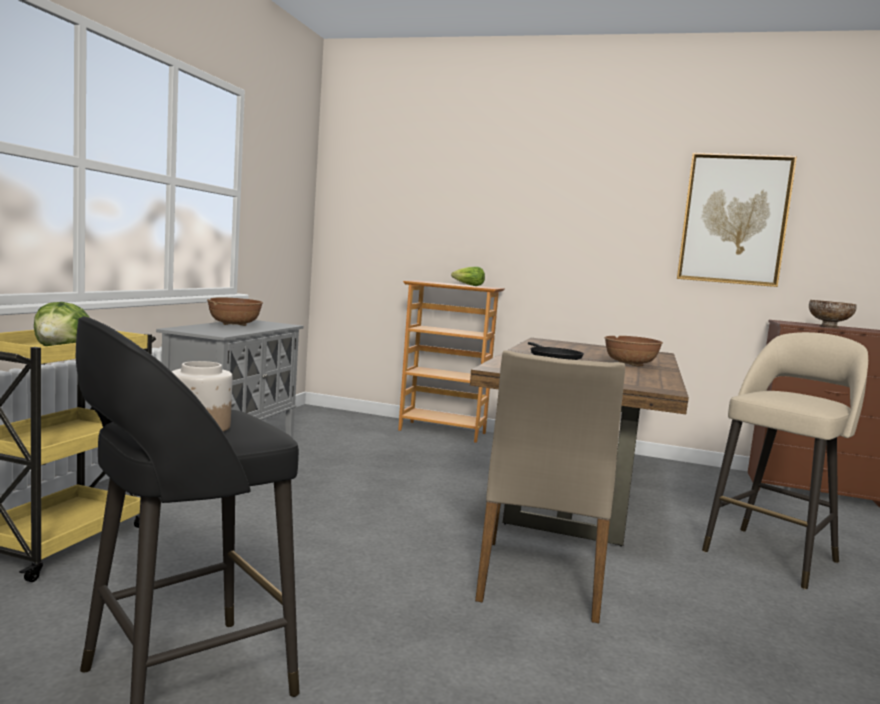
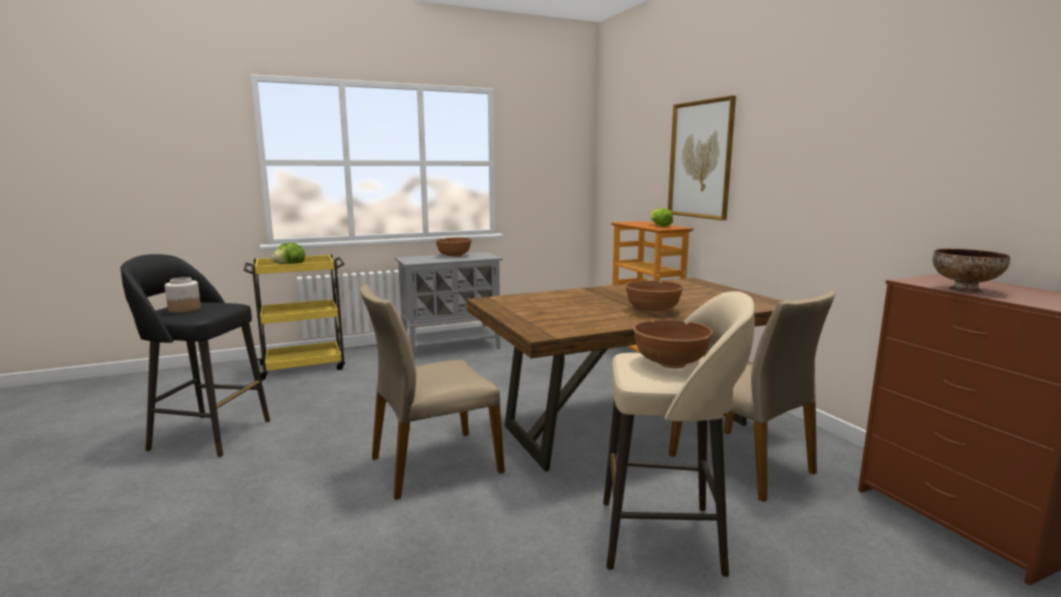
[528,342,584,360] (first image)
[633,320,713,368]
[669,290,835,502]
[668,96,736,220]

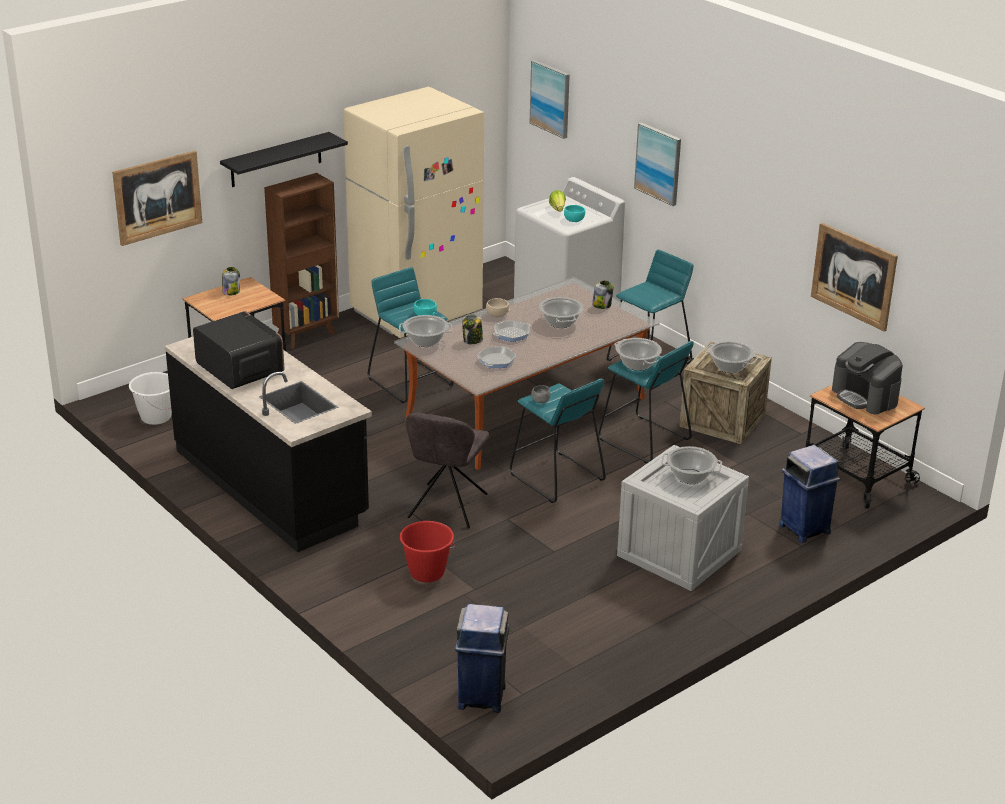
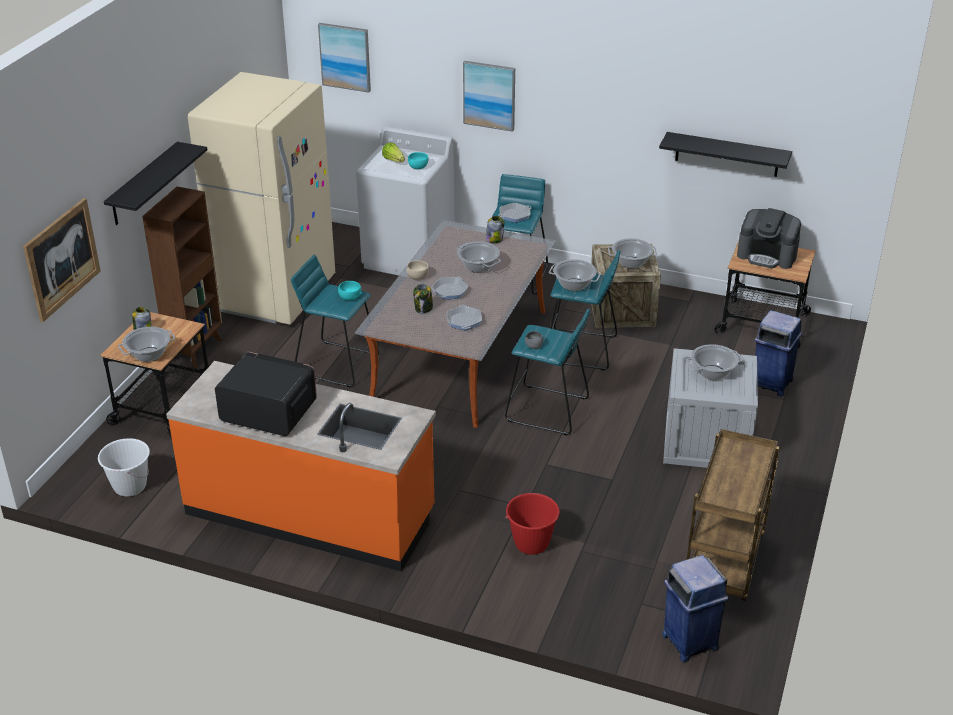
[406,413,489,529] (first image)
[498,203,531,223]
[687,429,779,601]
[118,327,175,362]
[659,132,792,177]
[166,361,436,572]

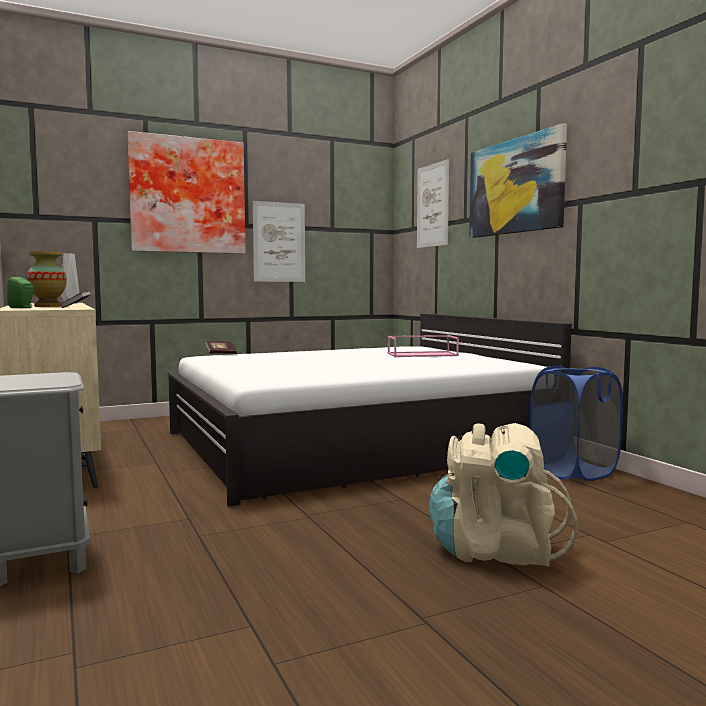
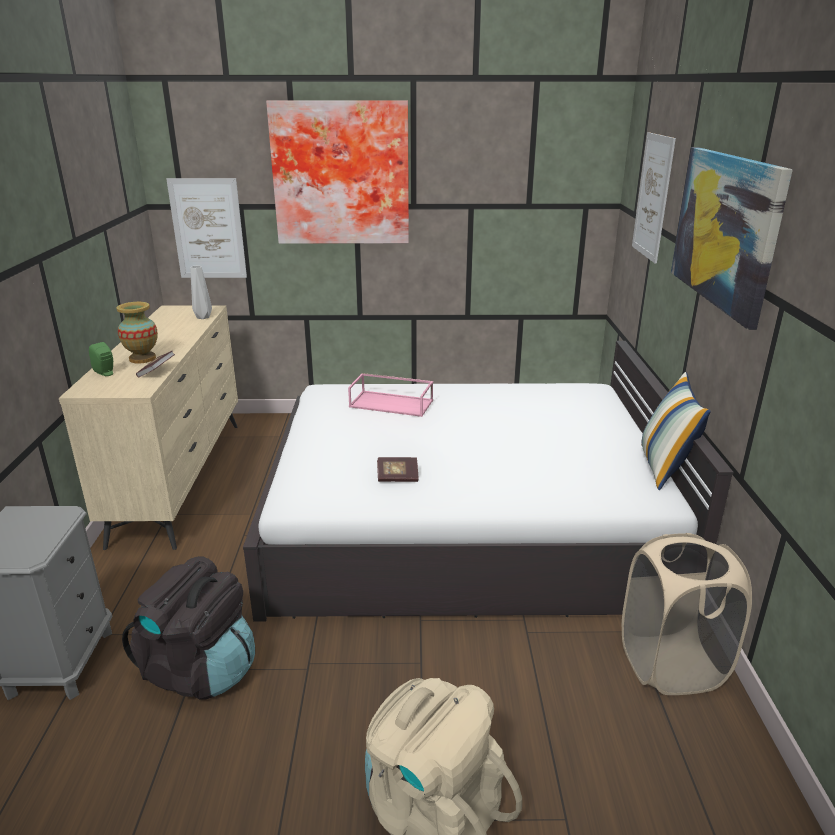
[122,556,255,700]
[641,372,711,490]
[377,457,419,482]
[166,178,247,278]
[348,373,433,417]
[622,533,752,695]

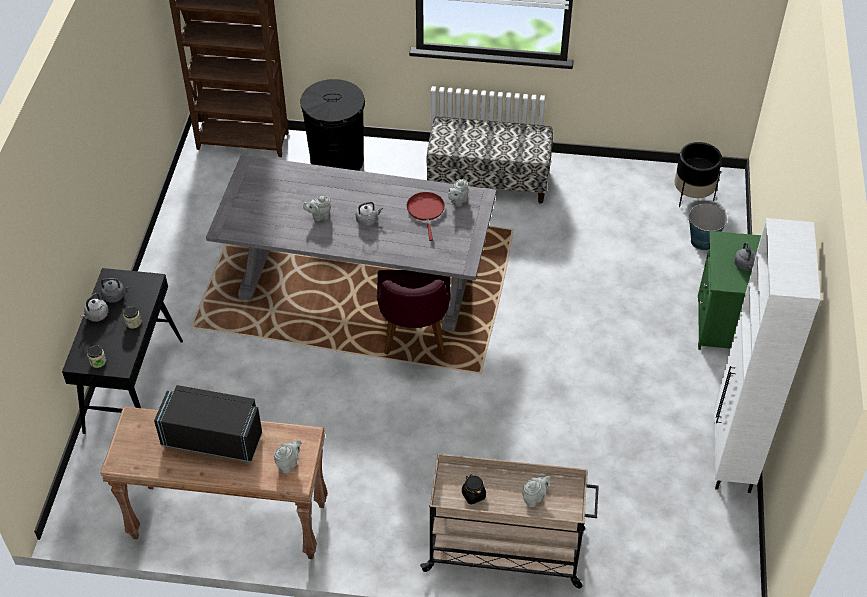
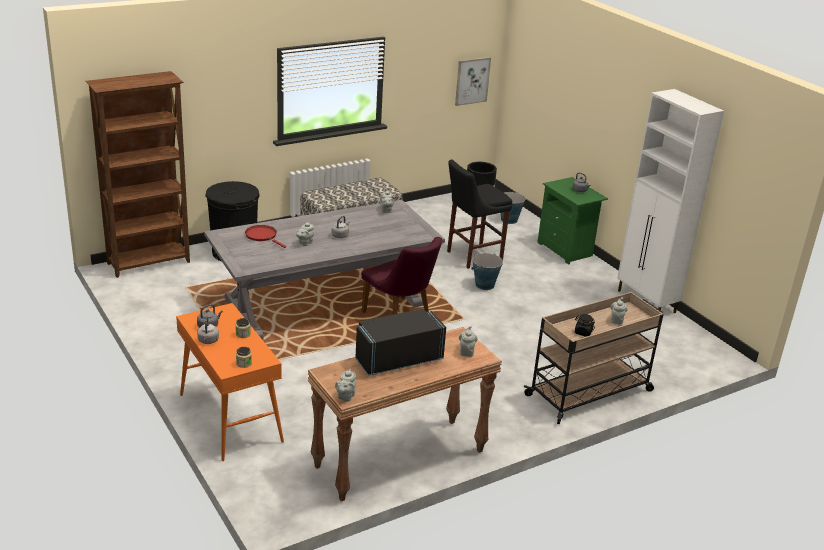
[335,369,356,402]
[447,160,512,269]
[455,57,491,106]
[471,253,503,290]
[245,225,286,248]
[176,303,284,461]

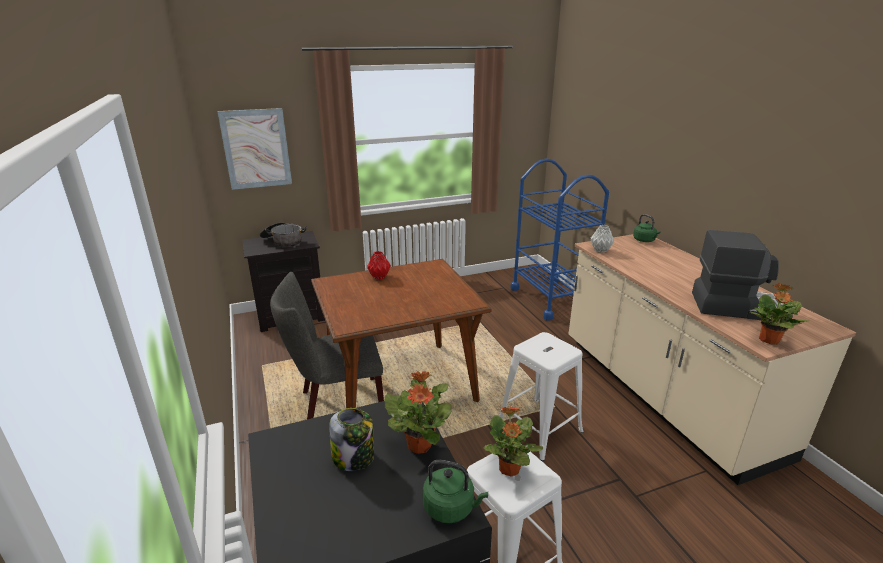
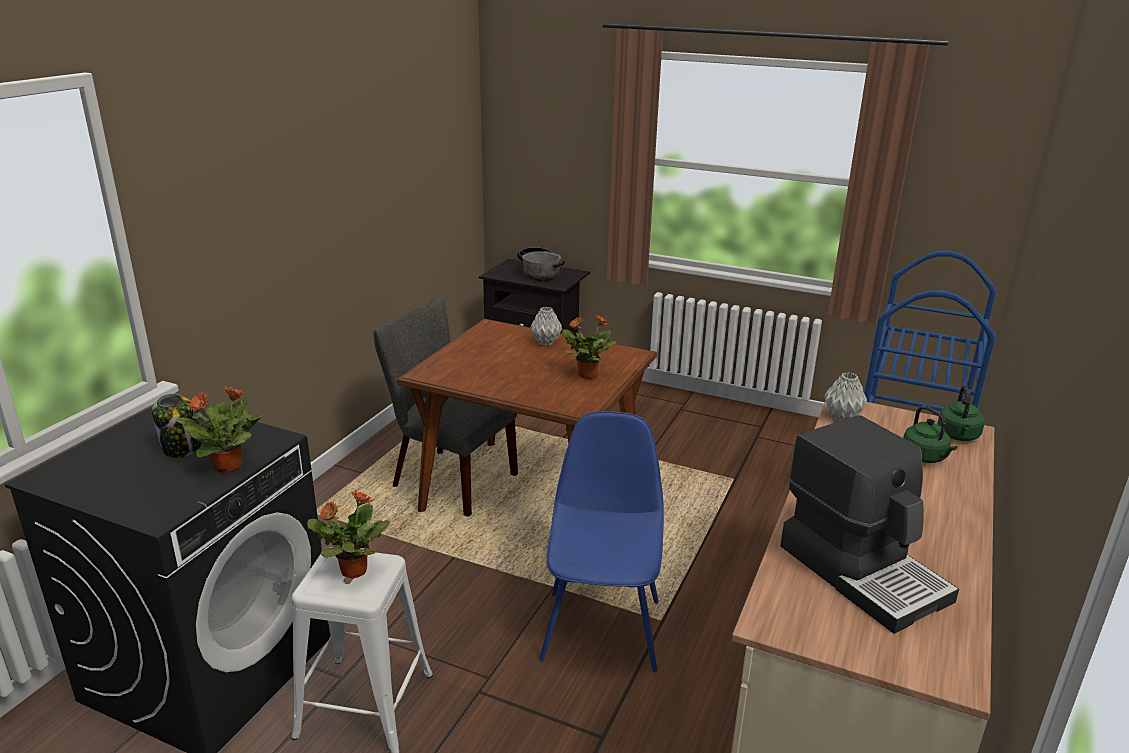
[217,108,292,190] (first image)
[903,406,957,463]
[562,314,617,379]
[539,411,664,672]
[530,307,562,346]

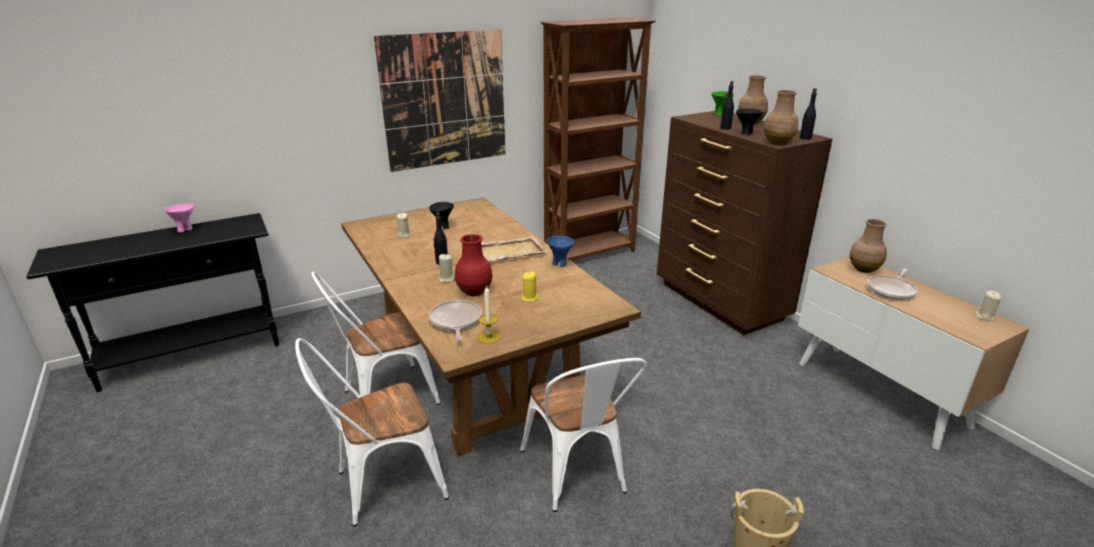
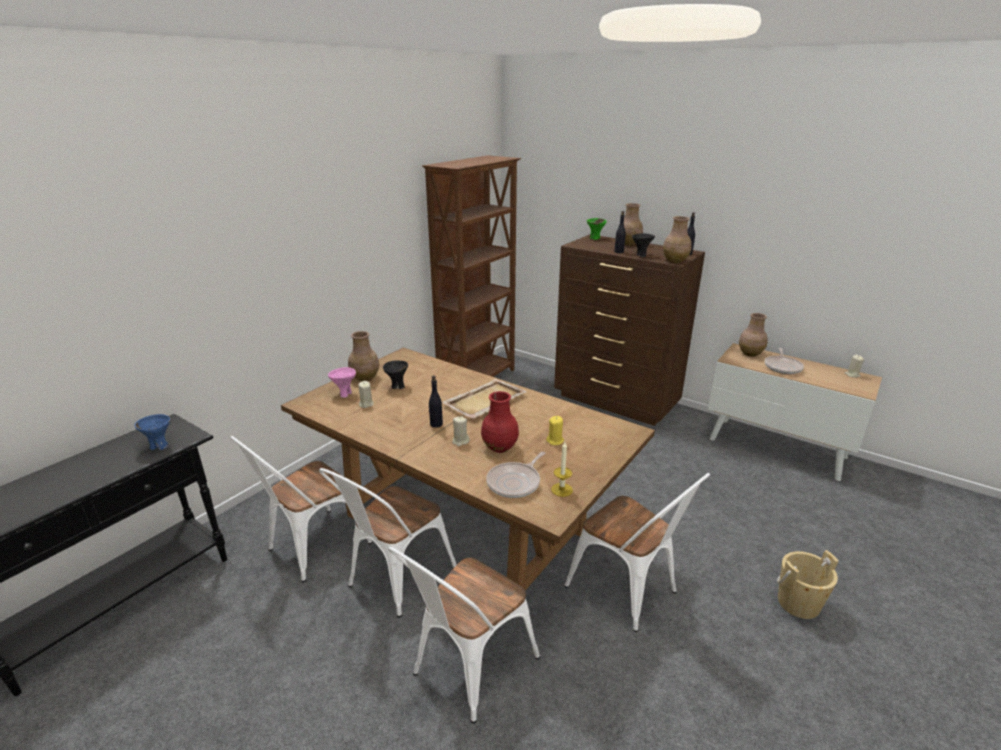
[374,29,505,172] (first image)
[230,436,372,582]
[348,331,379,381]
[328,367,356,398]
[134,414,170,450]
[486,452,545,498]

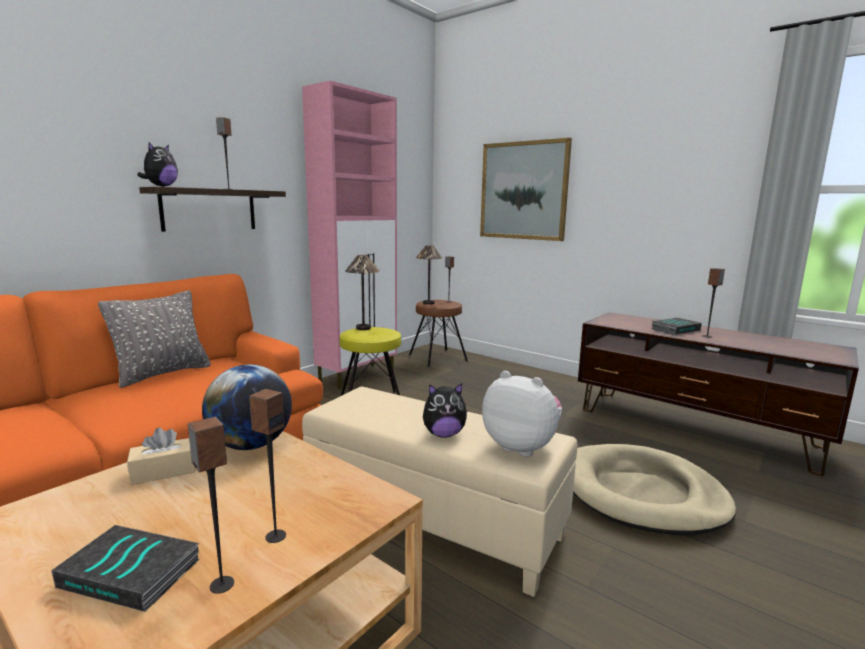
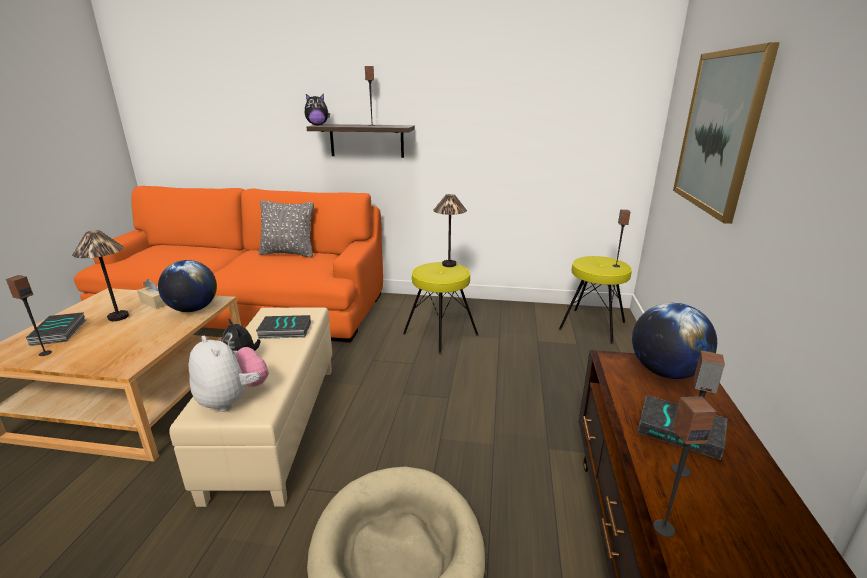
[302,81,397,390] (first image)
[256,315,311,339]
[632,302,717,379]
[653,396,717,537]
[72,230,129,321]
[559,256,632,344]
[189,336,269,412]

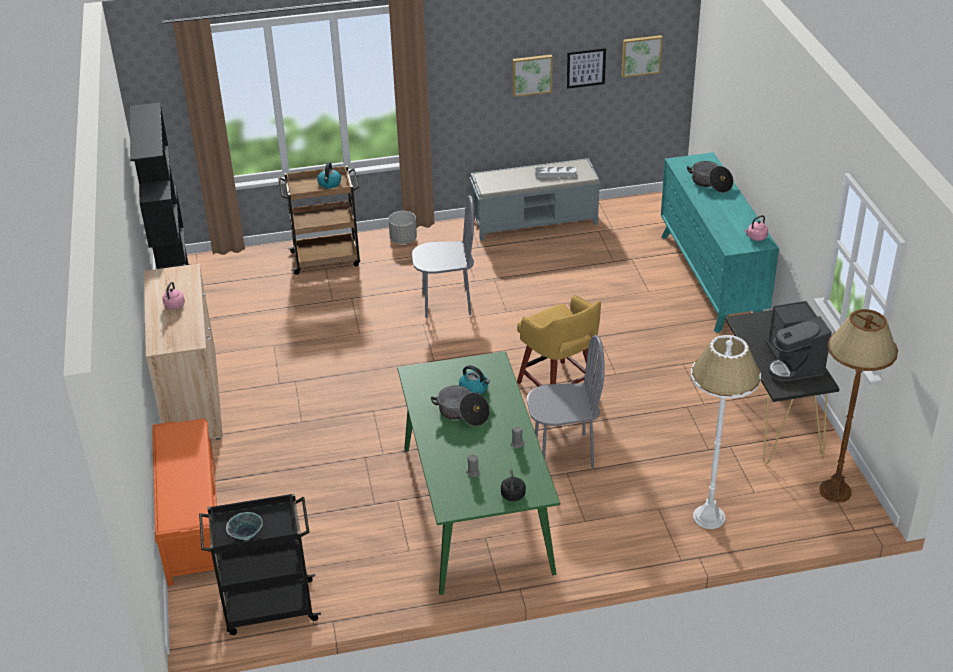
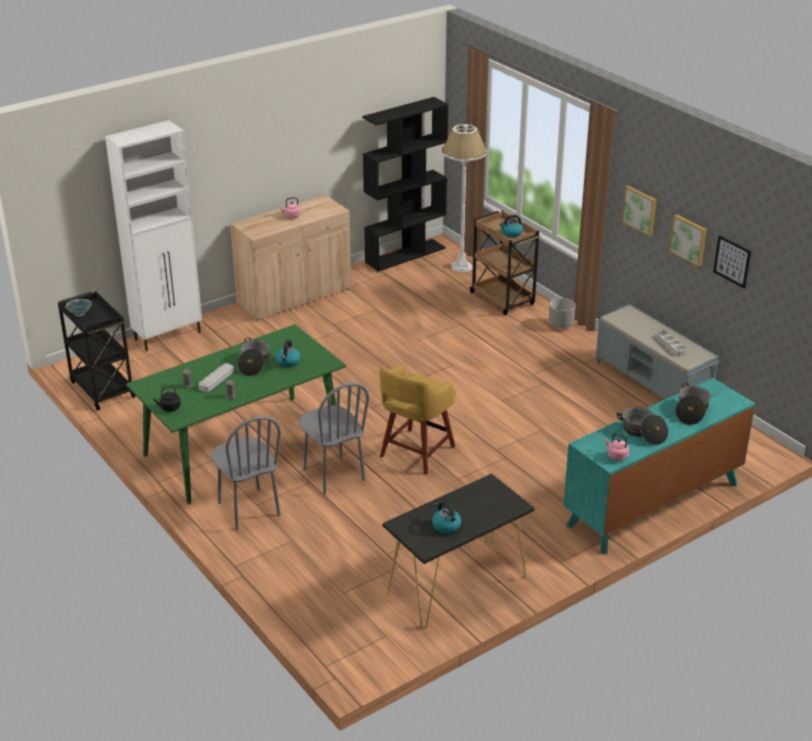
[819,309,898,503] (first image)
[198,363,234,392]
[616,407,669,445]
[211,416,281,531]
[622,186,657,236]
[442,124,487,272]
[105,120,202,351]
[432,502,461,534]

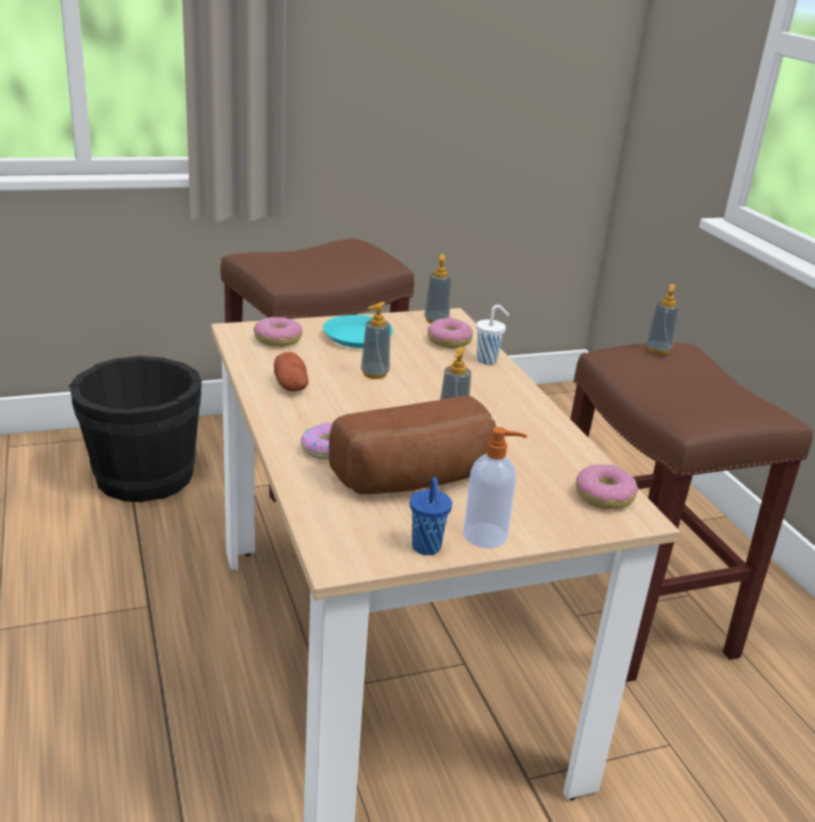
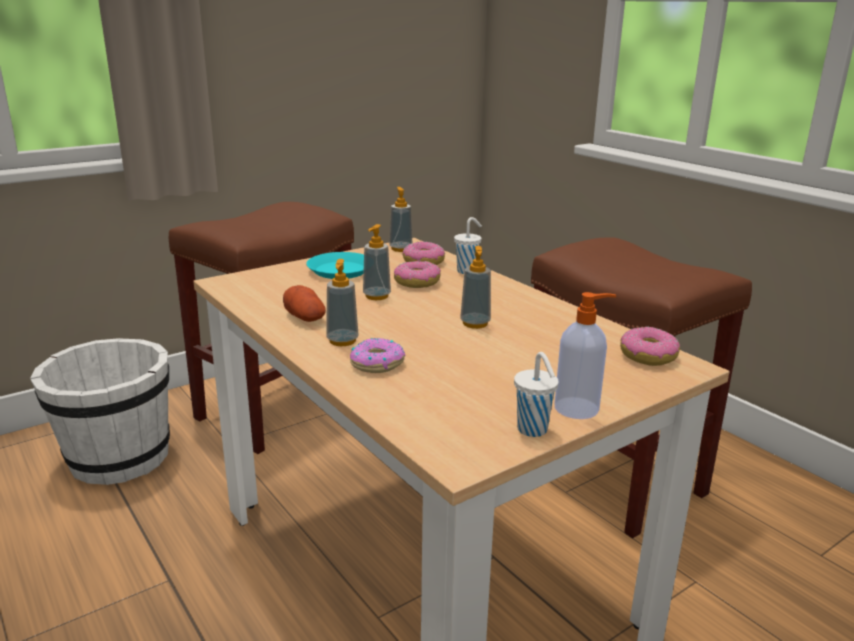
[329,396,496,495] (first image)
[394,261,441,288]
[326,259,359,346]
[30,338,170,485]
[514,352,559,437]

